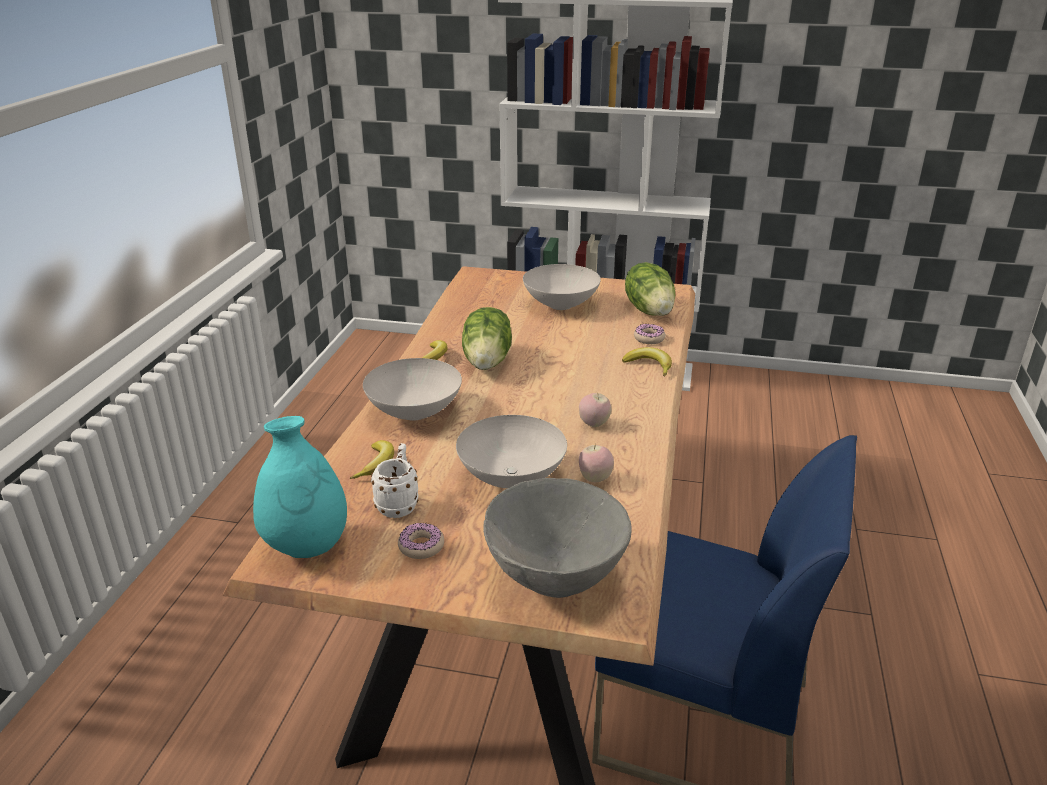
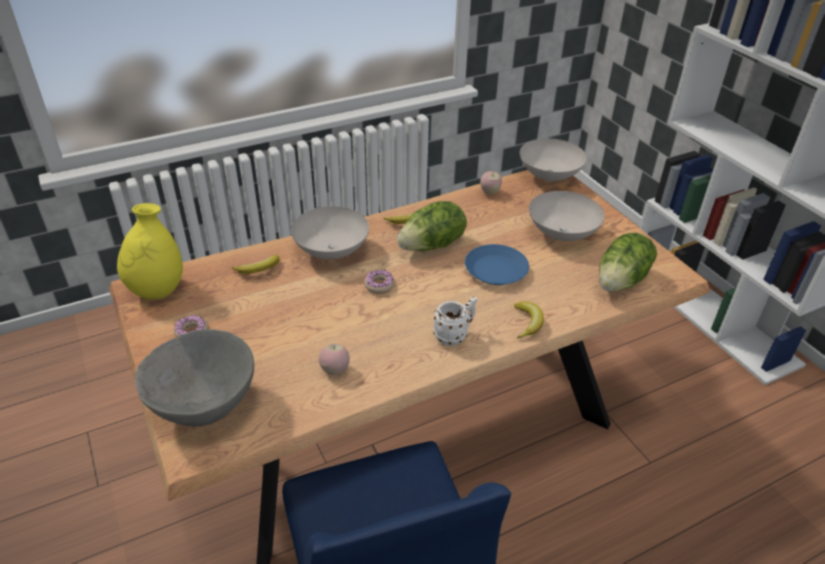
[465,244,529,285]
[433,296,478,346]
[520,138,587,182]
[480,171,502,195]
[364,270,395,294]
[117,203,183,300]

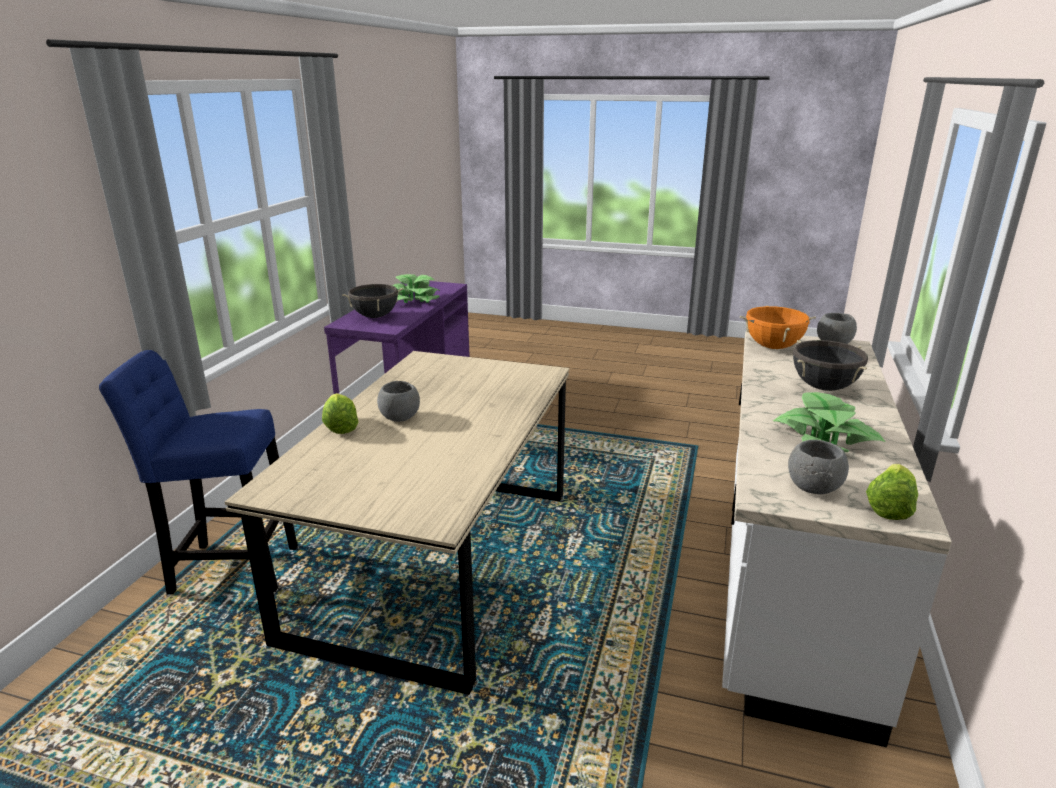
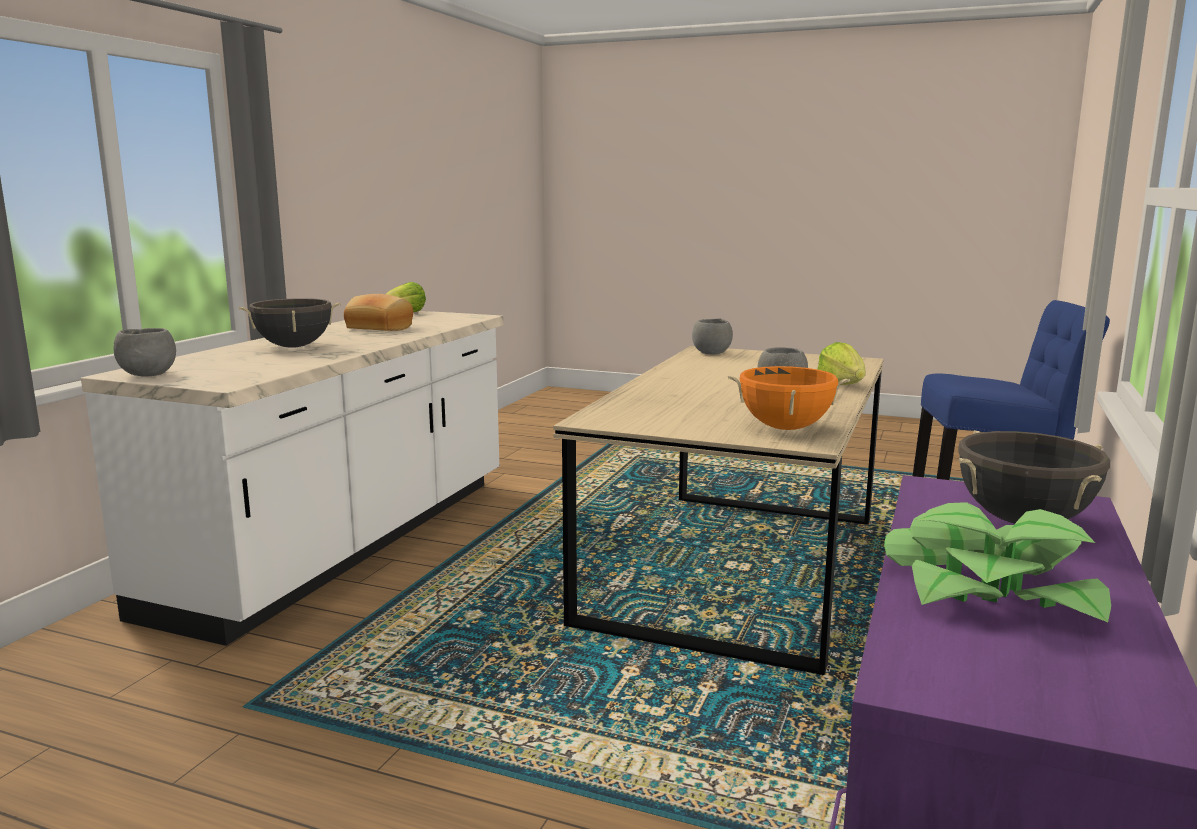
[728,366,850,430]
[692,318,733,355]
[344,294,413,331]

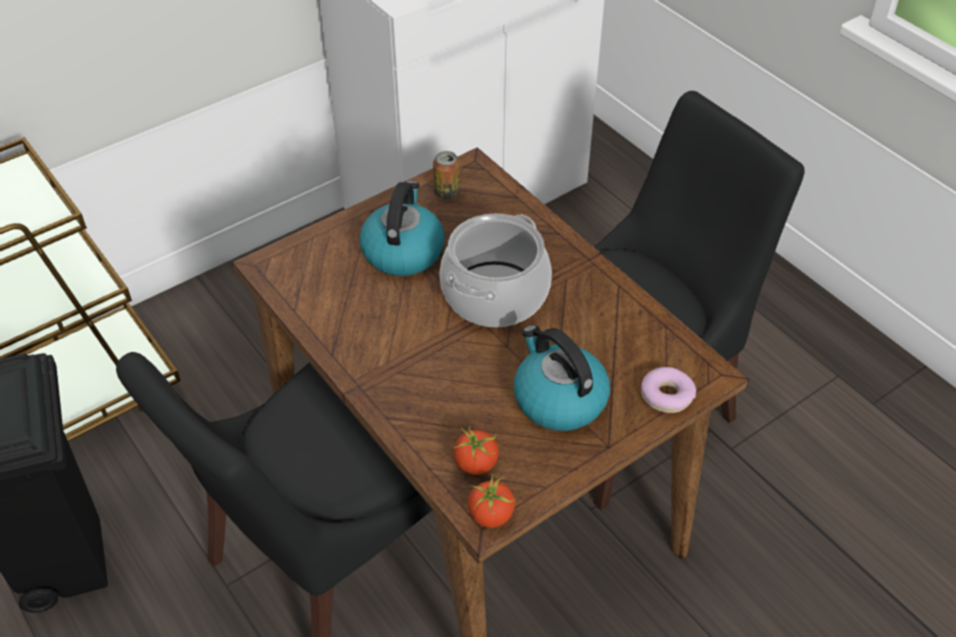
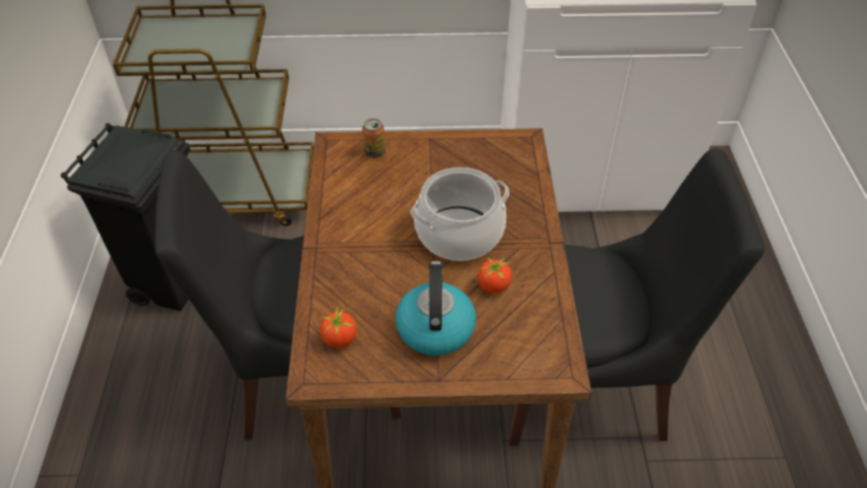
[359,181,445,276] (first image)
[641,367,696,413] (first image)
[362,118,385,158]
[476,256,512,293]

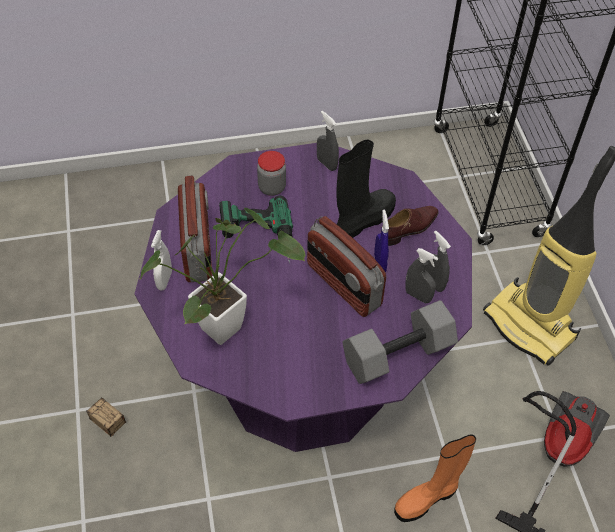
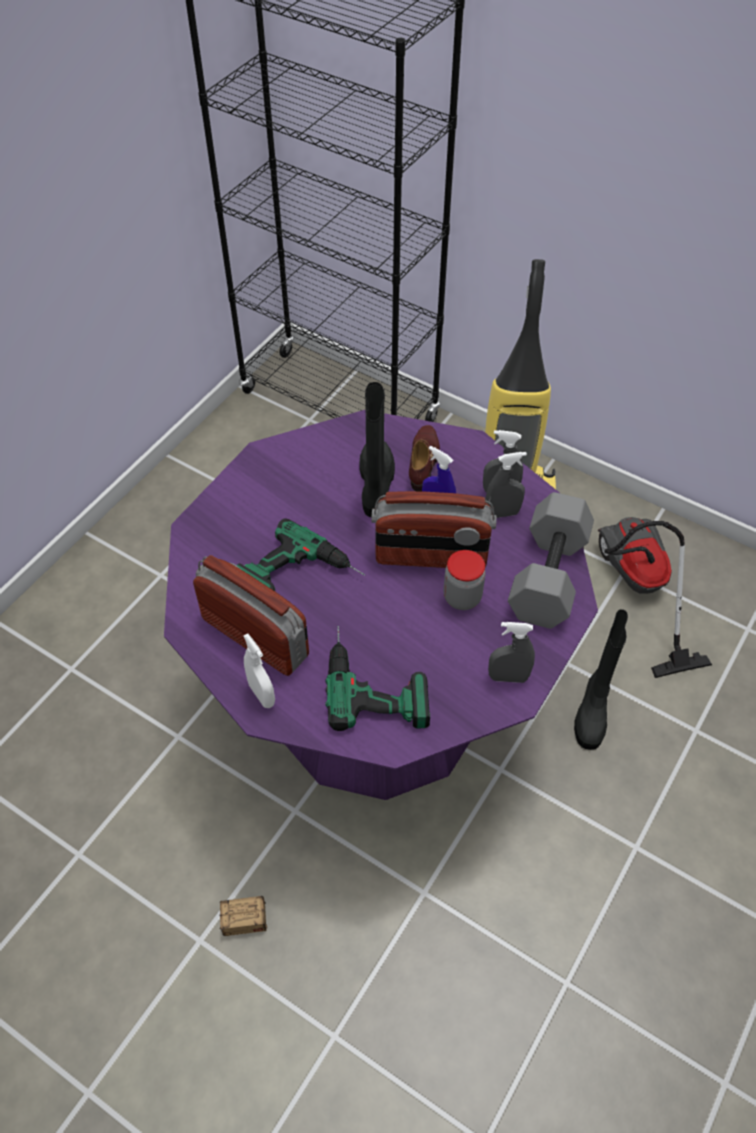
[443,550,486,610]
[488,622,535,683]
[325,626,430,731]
[574,609,628,750]

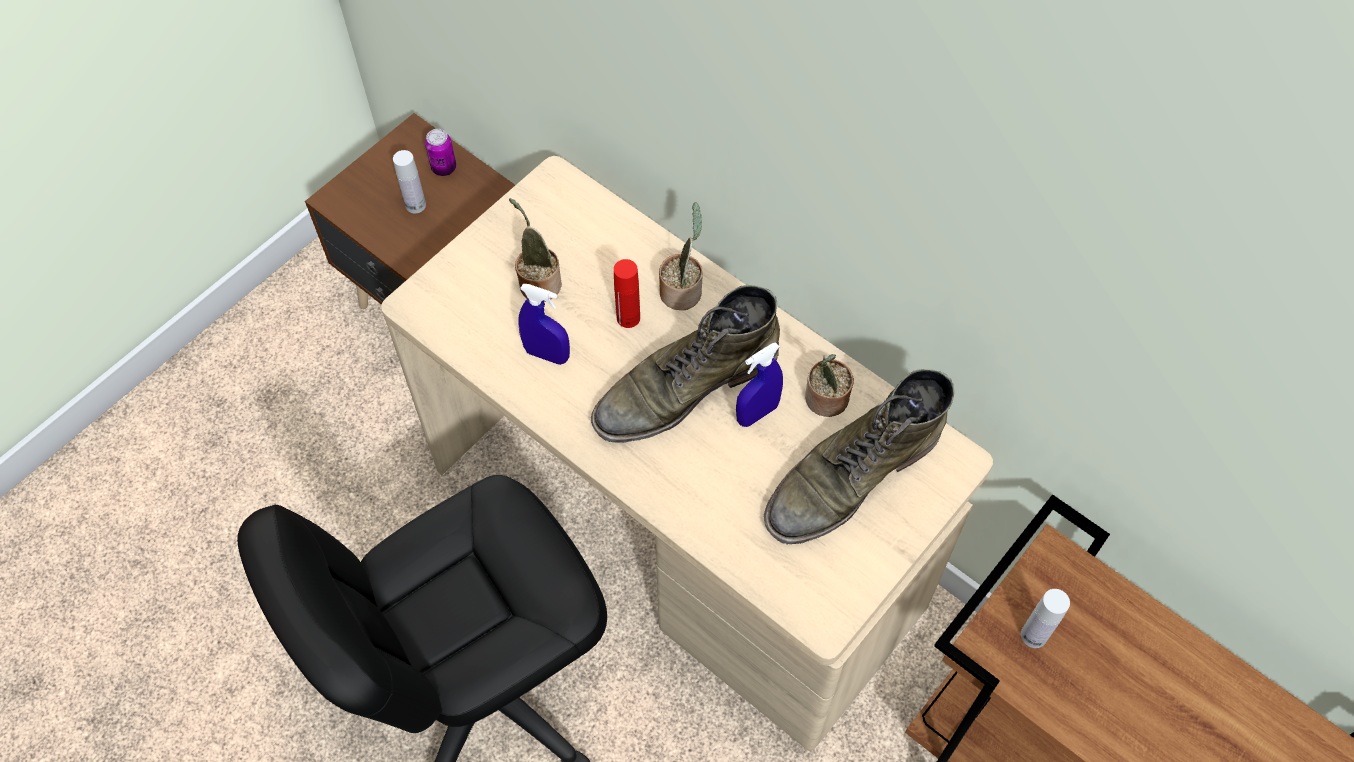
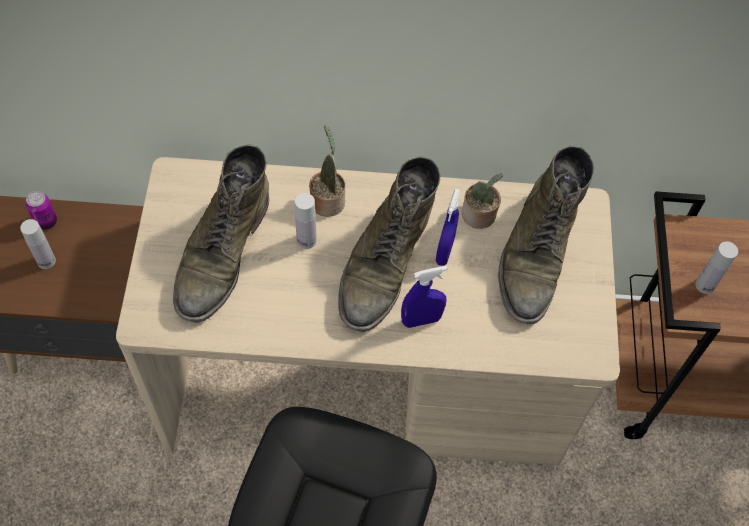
[401,266,447,328]
[173,144,269,323]
[295,193,317,249]

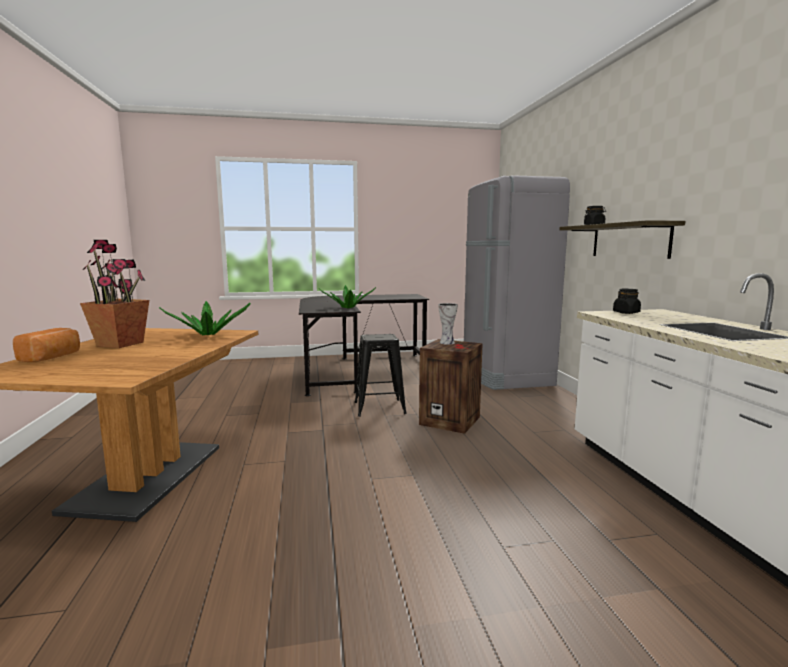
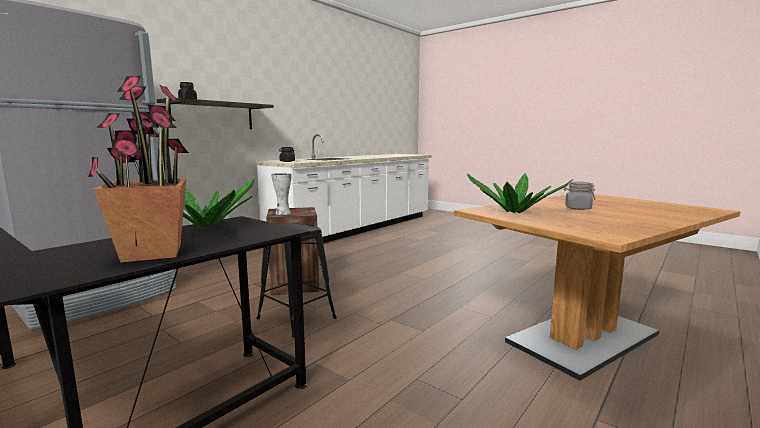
[13,328,80,362] (first image)
[563,181,595,210]
[88,75,189,263]

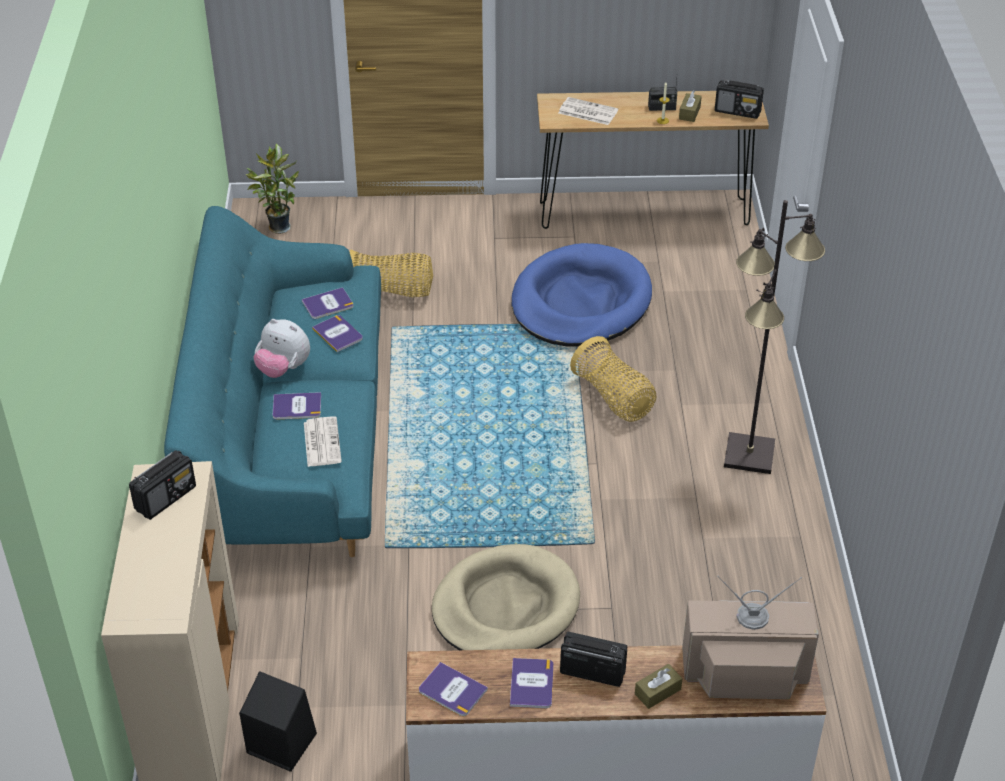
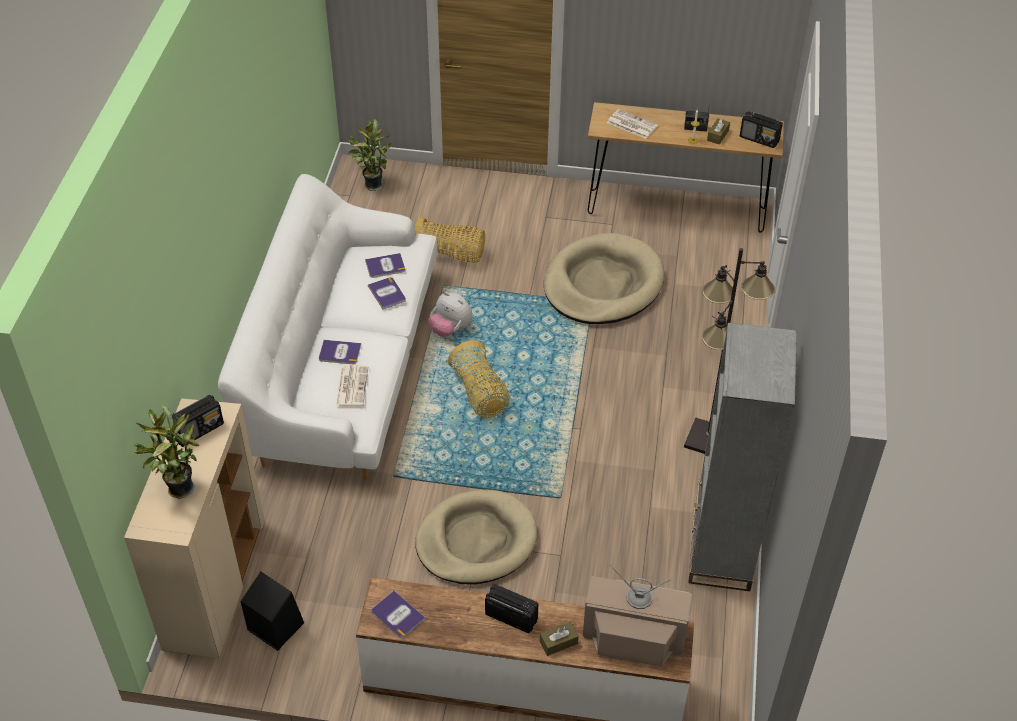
[510,658,553,708] (first image)
[132,405,199,499]
[688,323,797,591]
[428,292,472,337]
[448,340,509,418]
[218,174,437,480]
[544,233,664,324]

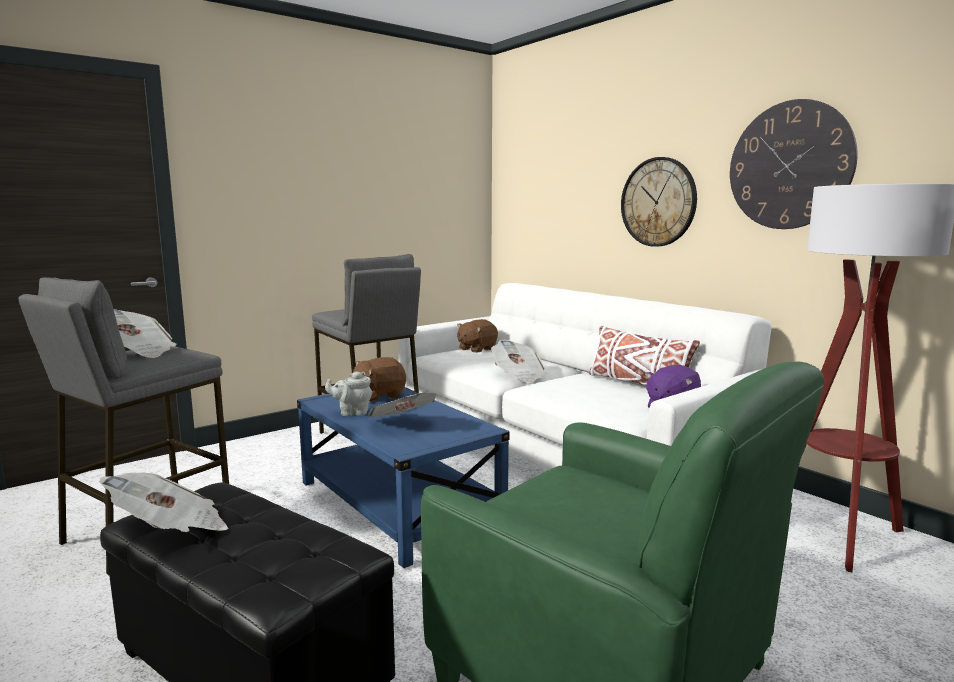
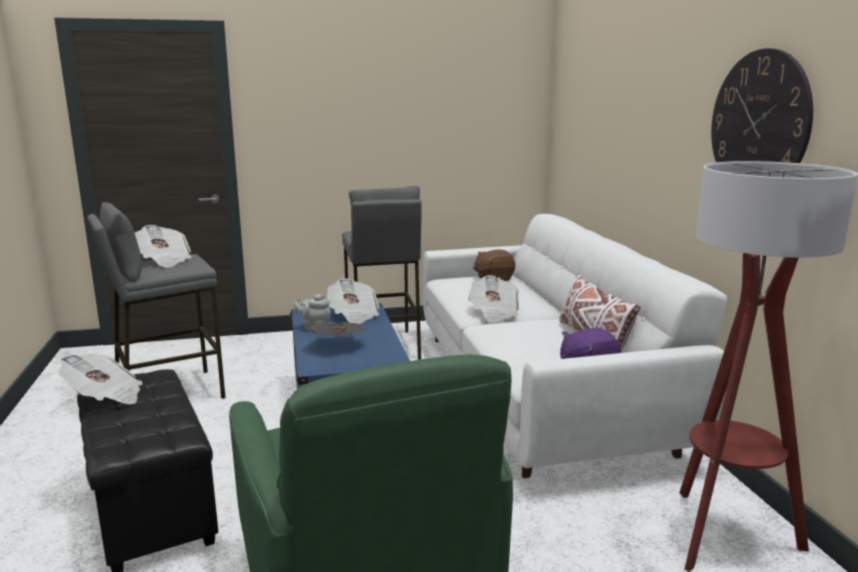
[621,157,697,247] (first image)
[327,278,379,324]

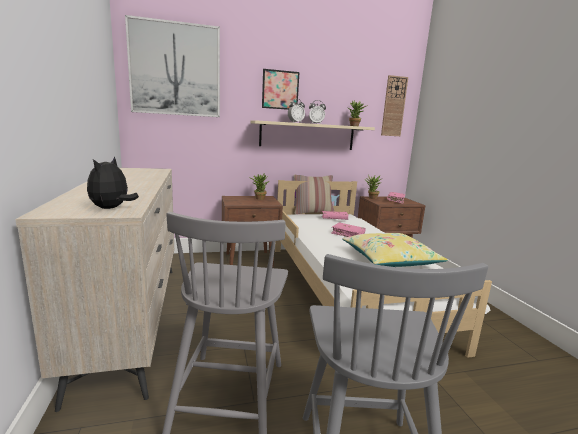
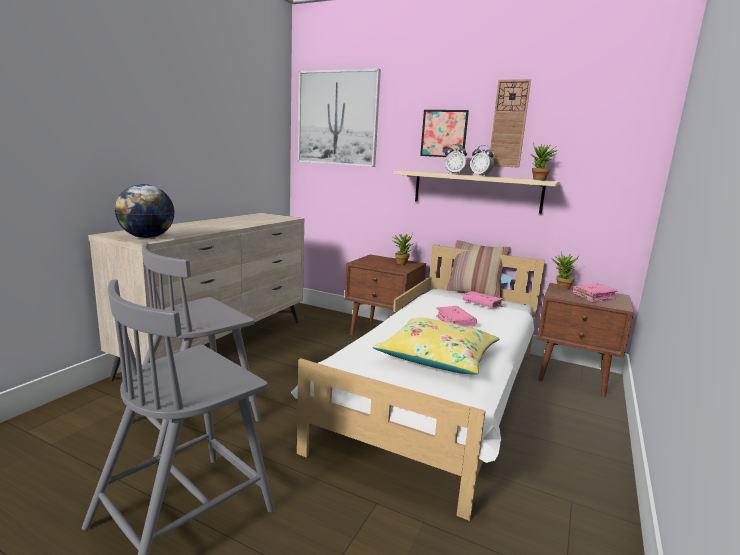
[490,79,531,168]
[115,184,175,238]

